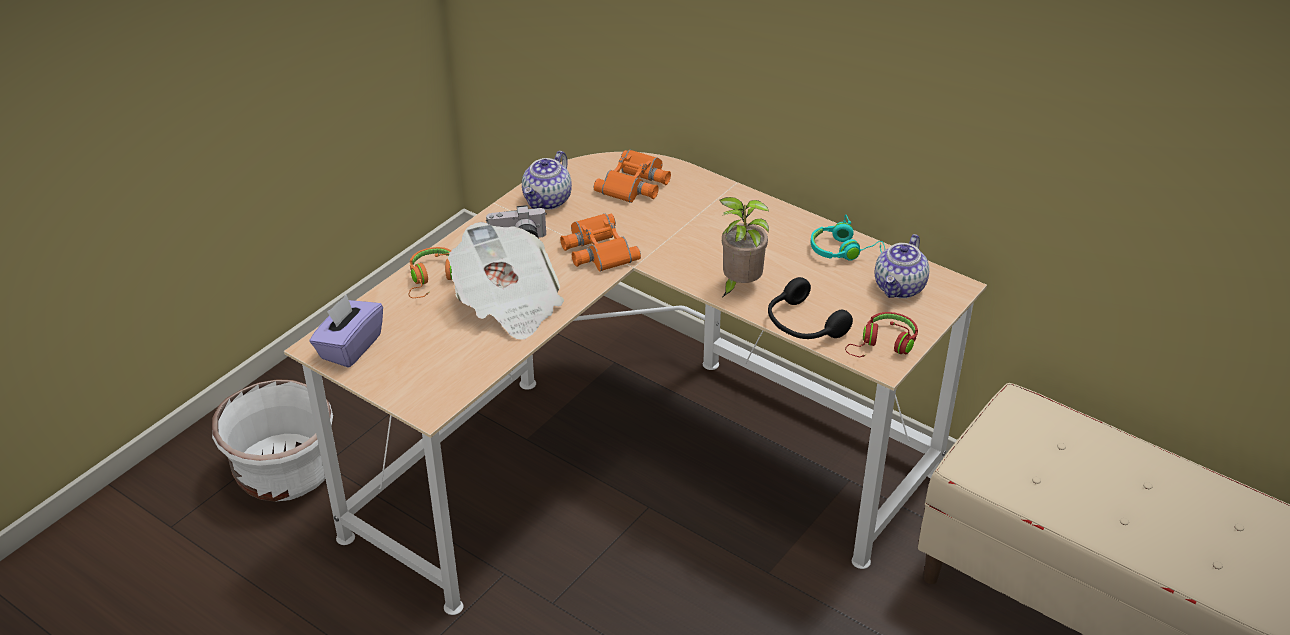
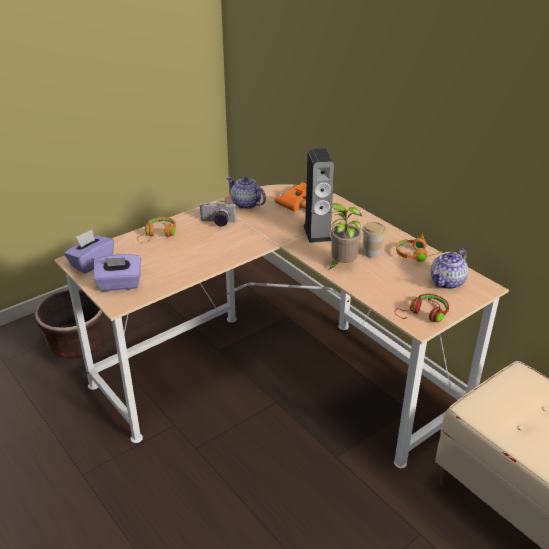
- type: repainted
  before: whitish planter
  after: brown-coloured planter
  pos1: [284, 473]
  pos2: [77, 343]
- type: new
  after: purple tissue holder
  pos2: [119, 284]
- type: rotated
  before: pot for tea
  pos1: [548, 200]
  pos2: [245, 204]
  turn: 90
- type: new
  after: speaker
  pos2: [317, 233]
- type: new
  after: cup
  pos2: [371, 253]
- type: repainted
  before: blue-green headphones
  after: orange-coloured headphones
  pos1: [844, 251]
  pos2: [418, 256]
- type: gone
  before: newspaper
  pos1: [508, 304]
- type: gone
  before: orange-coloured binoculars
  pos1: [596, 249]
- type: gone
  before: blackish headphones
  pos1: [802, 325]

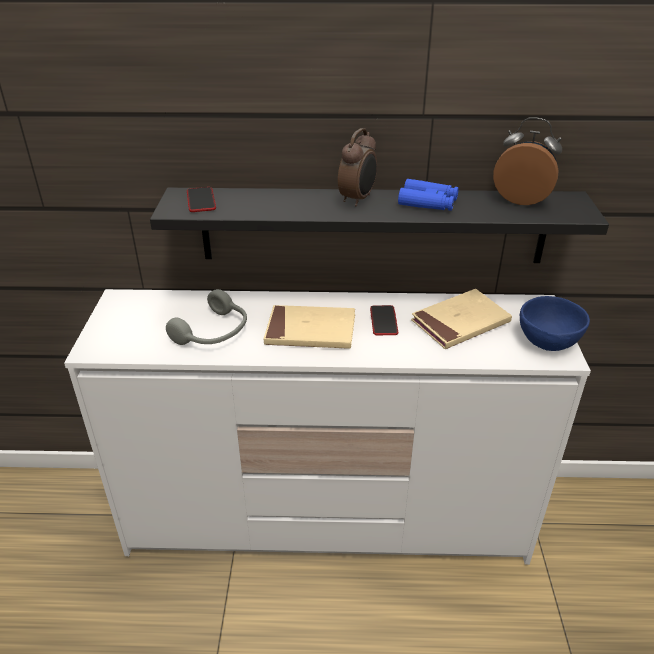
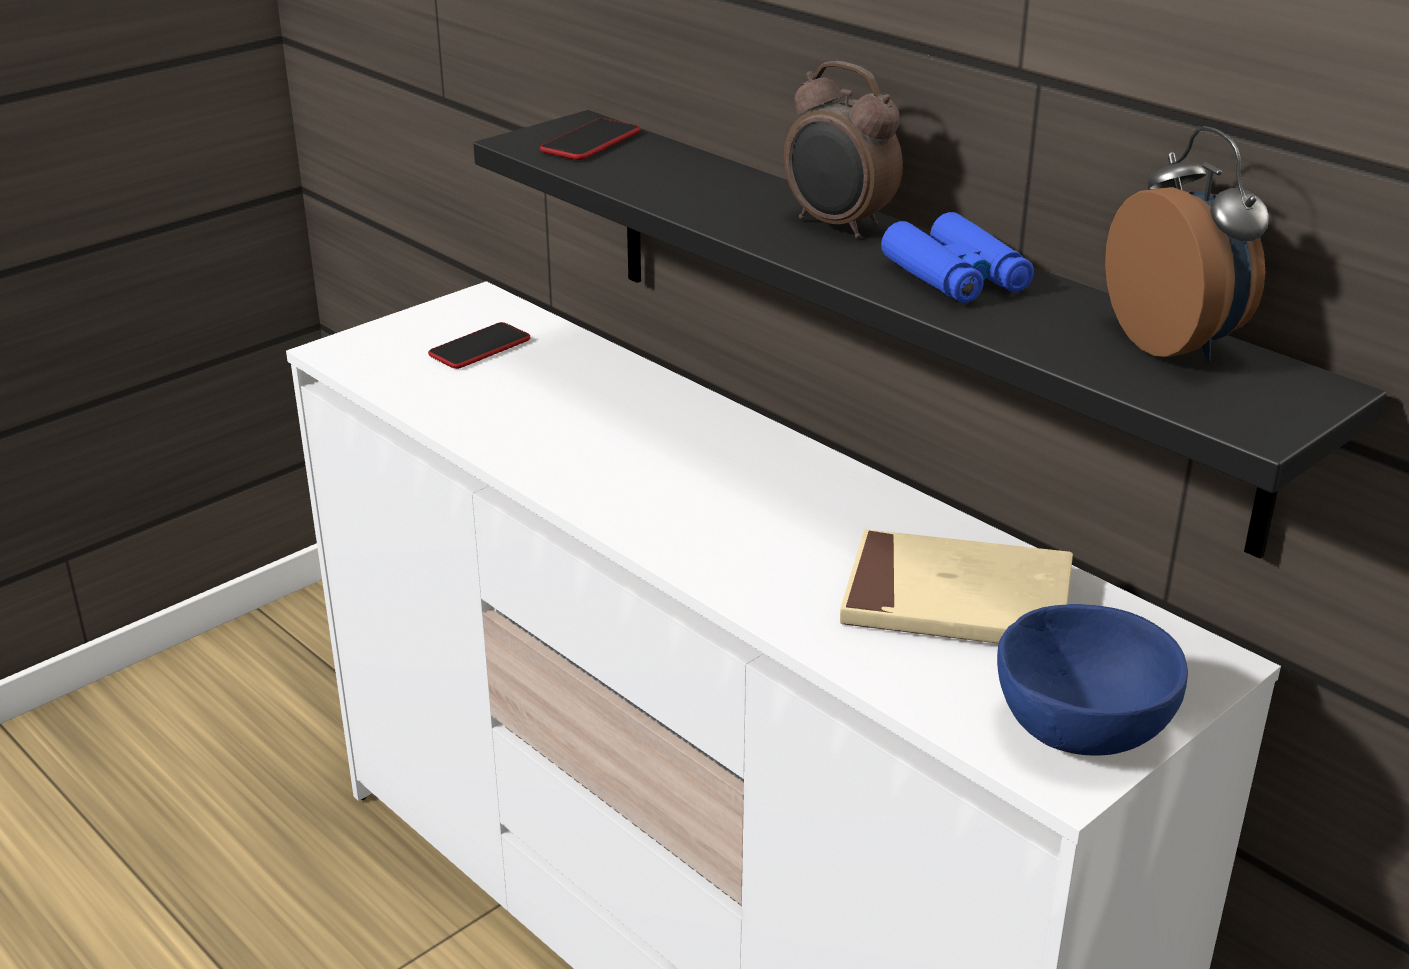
- type: shifted
  before: telephone
  pos1: [383, 321]
  pos2: [480, 348]
- type: rotated
  before: bedside clock
  pos1: [358, 199]
  pos2: [838, 226]
  turn: 60
- type: gone
  before: grey headphones
  pos1: [214, 333]
- type: gone
  before: beige volume
  pos1: [310, 331]

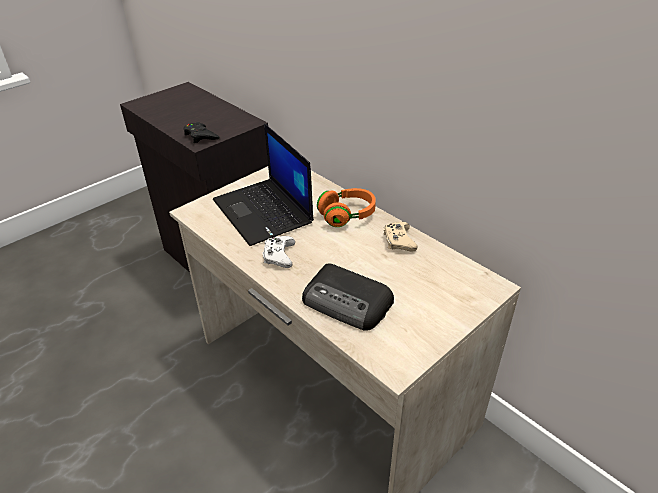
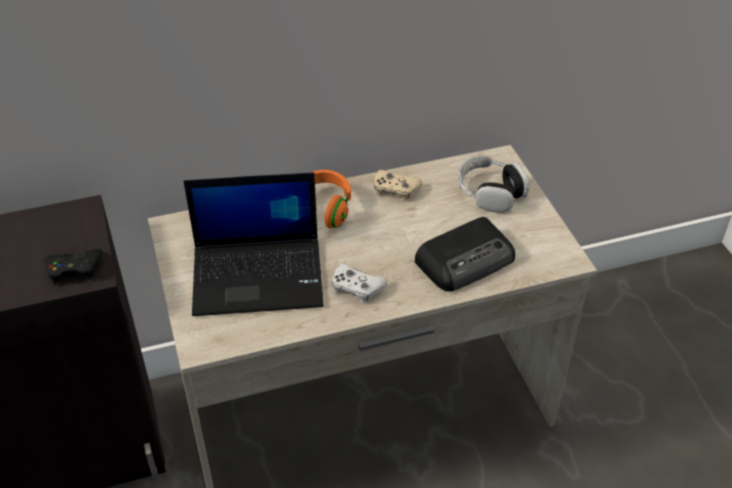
- type: new
  after: headphones
  pos2: [490, 192]

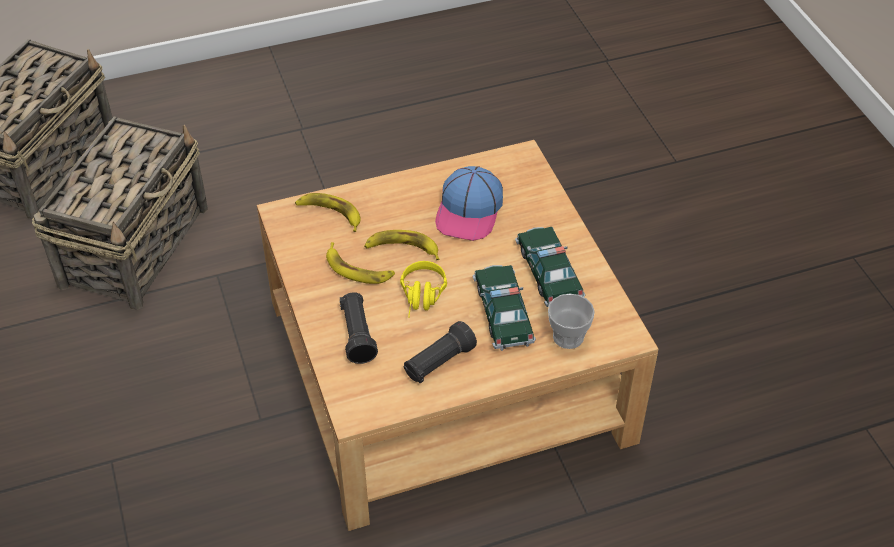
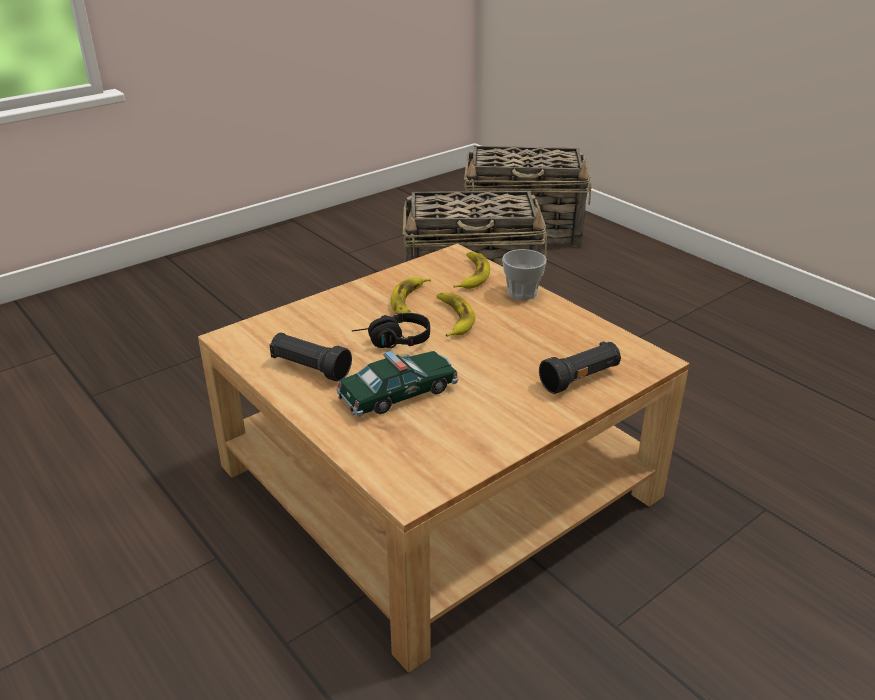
- type: repainted
  before: yellowish headphones
  after: blackish headphones
  pos1: [422, 298]
  pos2: [392, 342]
- type: shifted
  before: cup
  pos1: [568, 337]
  pos2: [522, 293]
- type: shifted
  before: blackish torch
  pos1: [357, 335]
  pos2: [580, 379]
- type: gone
  before: cap
  pos1: [469, 211]
- type: gone
  before: toy car
  pos1: [548, 273]

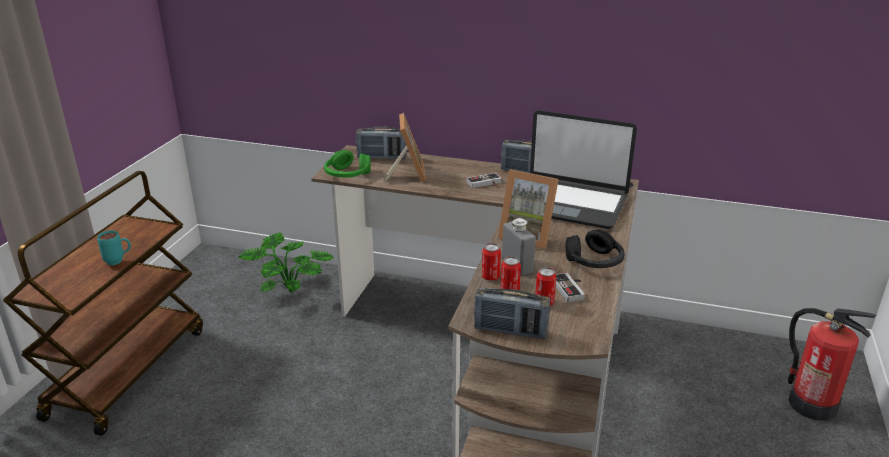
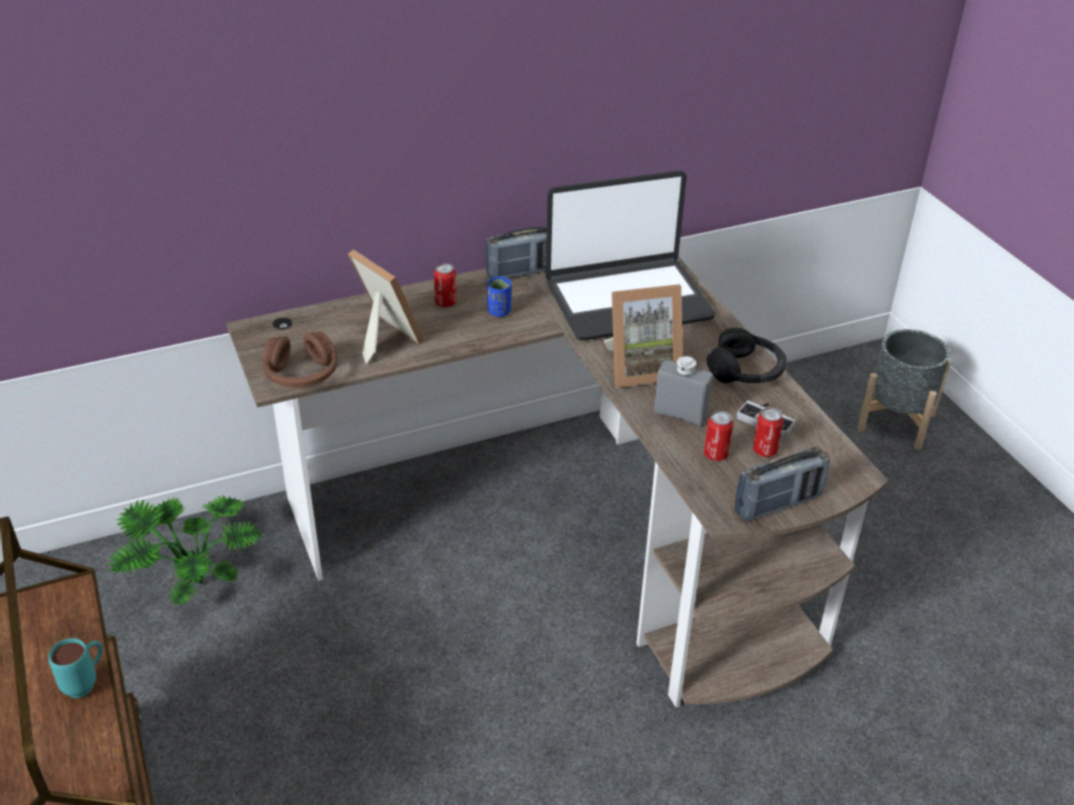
- type: repainted
  before: green-coloured headphones
  after: brown-coloured headphones
  pos1: [347, 175]
  pos2: [302, 374]
- type: shifted
  before: sealed can
  pos1: [490, 277]
  pos2: [446, 303]
- type: swapped
  before: joypad
  after: blue cup
  pos1: [485, 184]
  pos2: [499, 311]
- type: swapped
  before: fire-fighting cylinder
  after: grey planter
  pos1: [811, 404]
  pos2: [896, 421]
- type: gone
  before: radio set
  pos1: [382, 157]

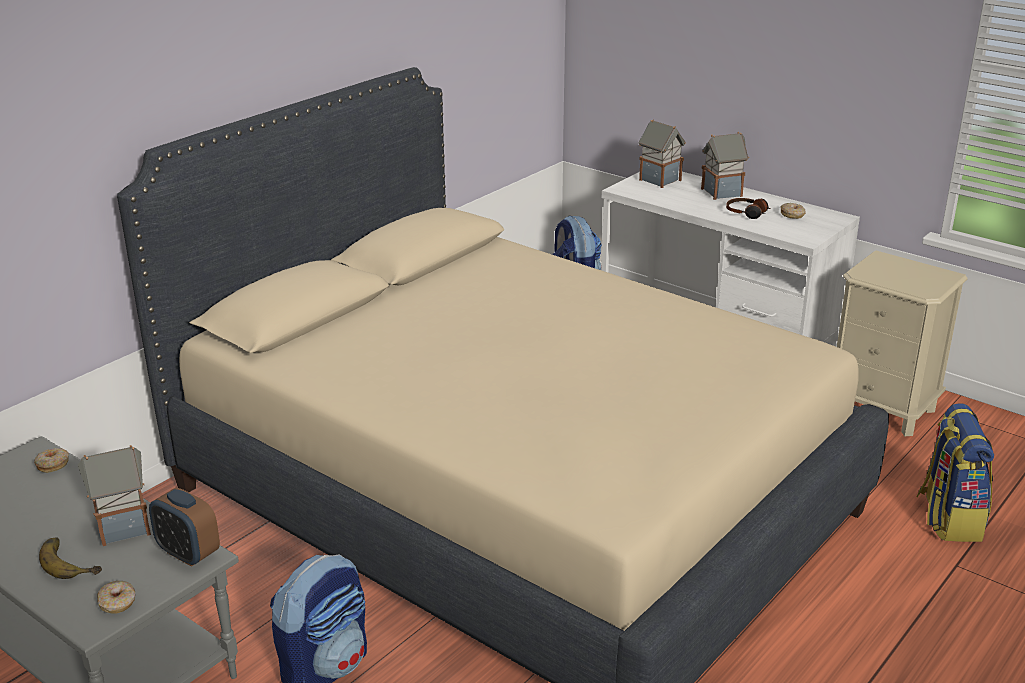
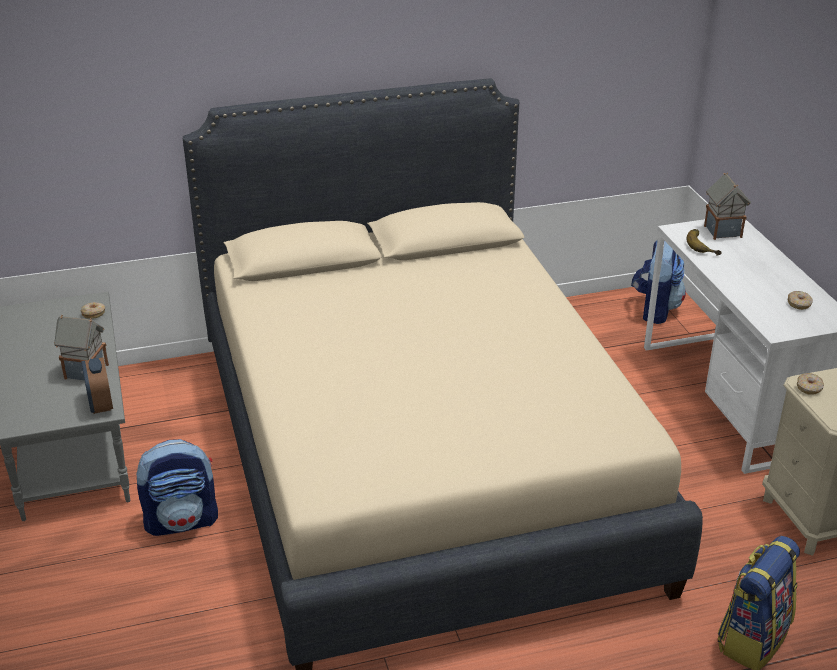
- type: shifted
  before: banana
  pos1: [72, 560]
  pos2: [704, 245]
- type: shifted
  before: doughnut
  pos1: [117, 603]
  pos2: [809, 388]
- type: gone
  before: toy house
  pos1: [722, 192]
- type: gone
  before: headphones
  pos1: [747, 213]

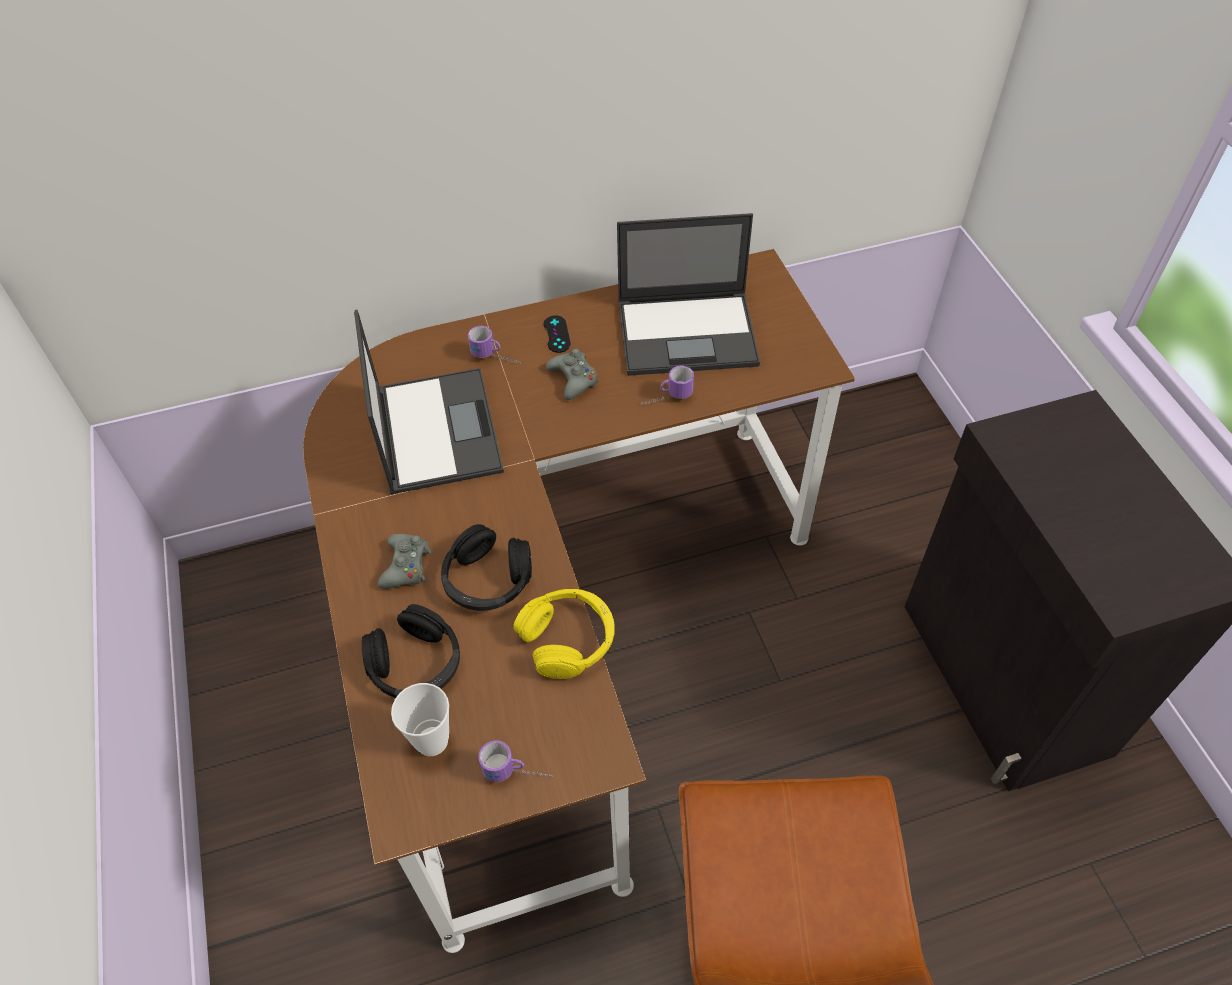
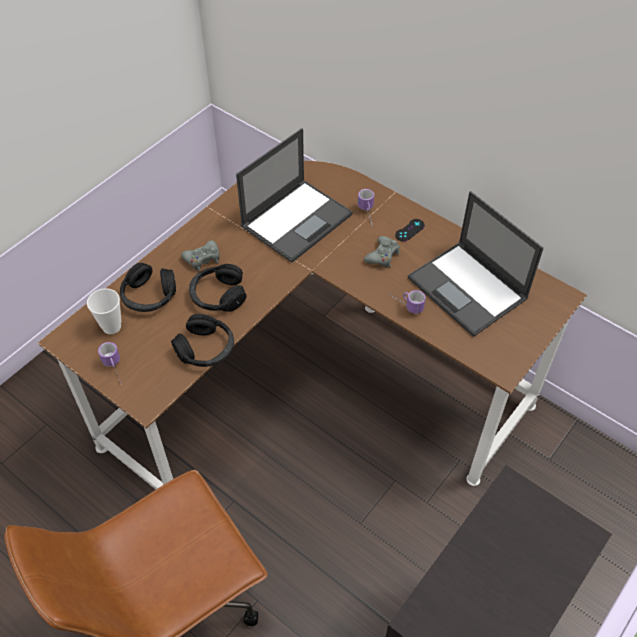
- type: repainted
  before: yellowish headphones
  after: blackish headphones
  pos1: [568, 639]
  pos2: [206, 349]

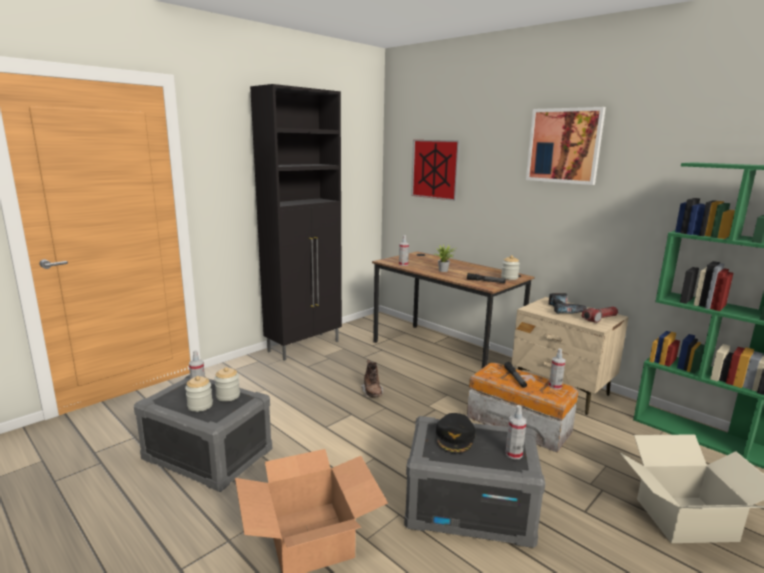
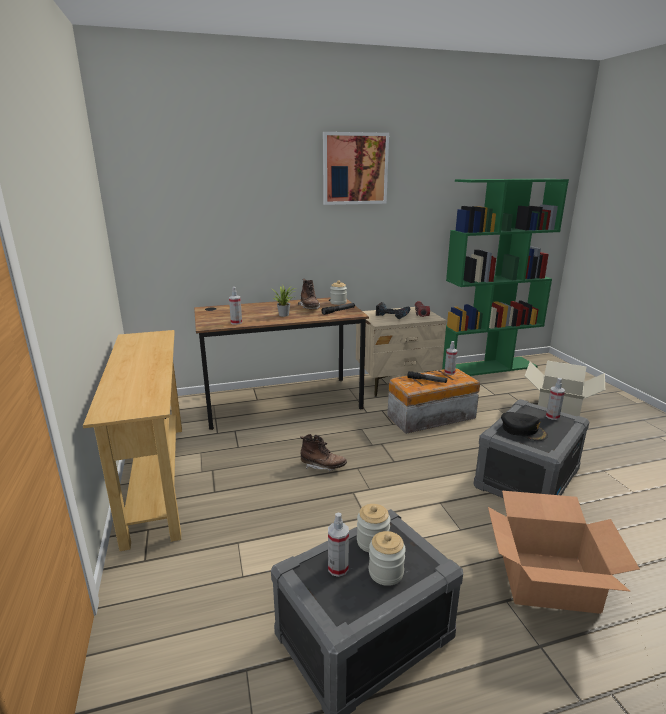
- type: swapped
  before: blackish cabinet
  after: beige narrow table
  pos1: [305, 346]
  pos2: [155, 478]
- type: new
  after: brown-coloured high-top boot
  pos2: [309, 308]
- type: gone
  before: wall picture
  pos1: [435, 169]

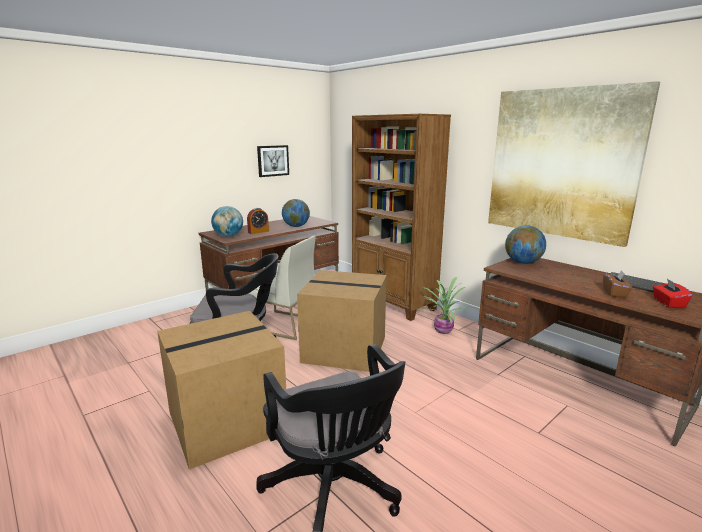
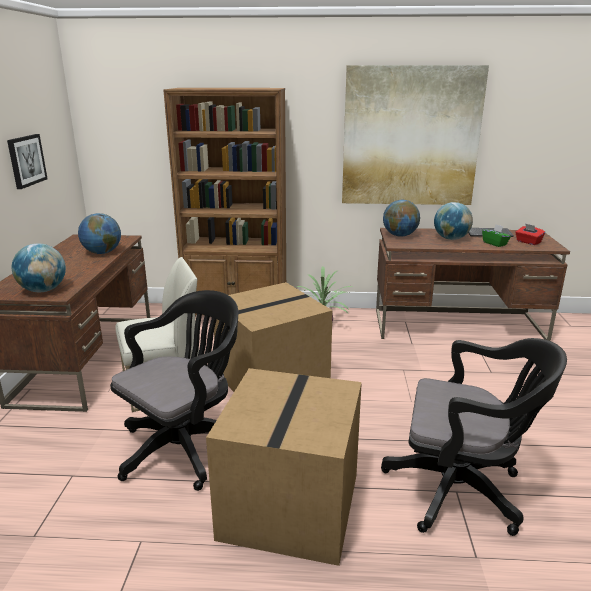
- type: new
  after: world globe
  pos2: [451, 239]
- type: repainted
  before: brown-coloured tissue holder
  after: green-coloured tissue holder
  pos1: [615, 293]
  pos2: [495, 243]
- type: gone
  before: bedside clock
  pos1: [258, 232]

